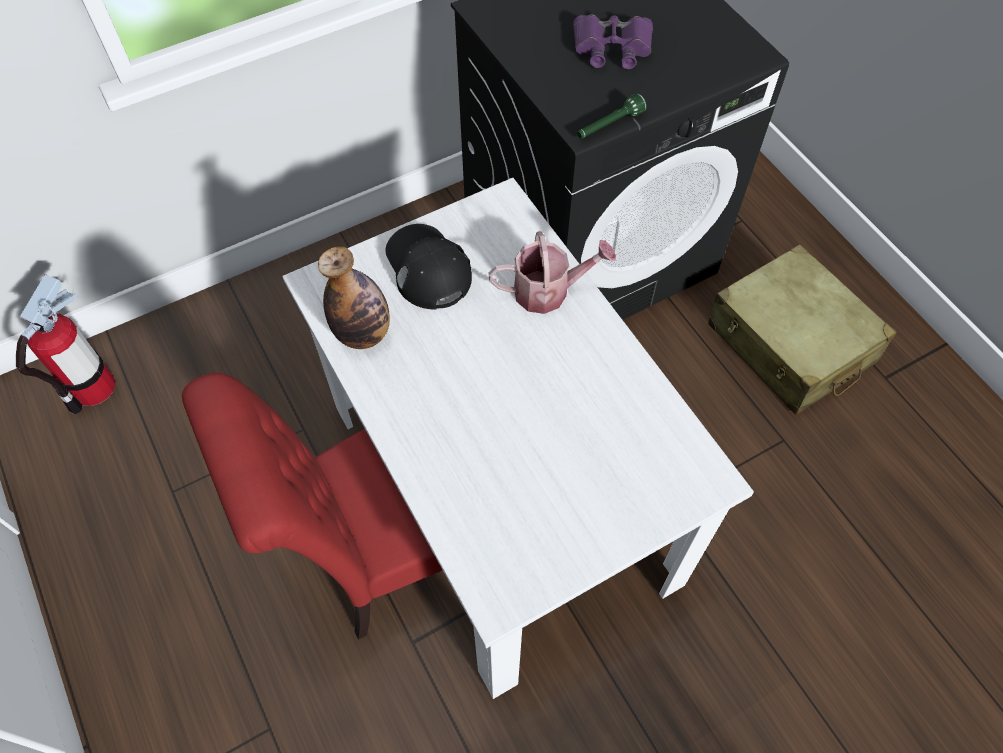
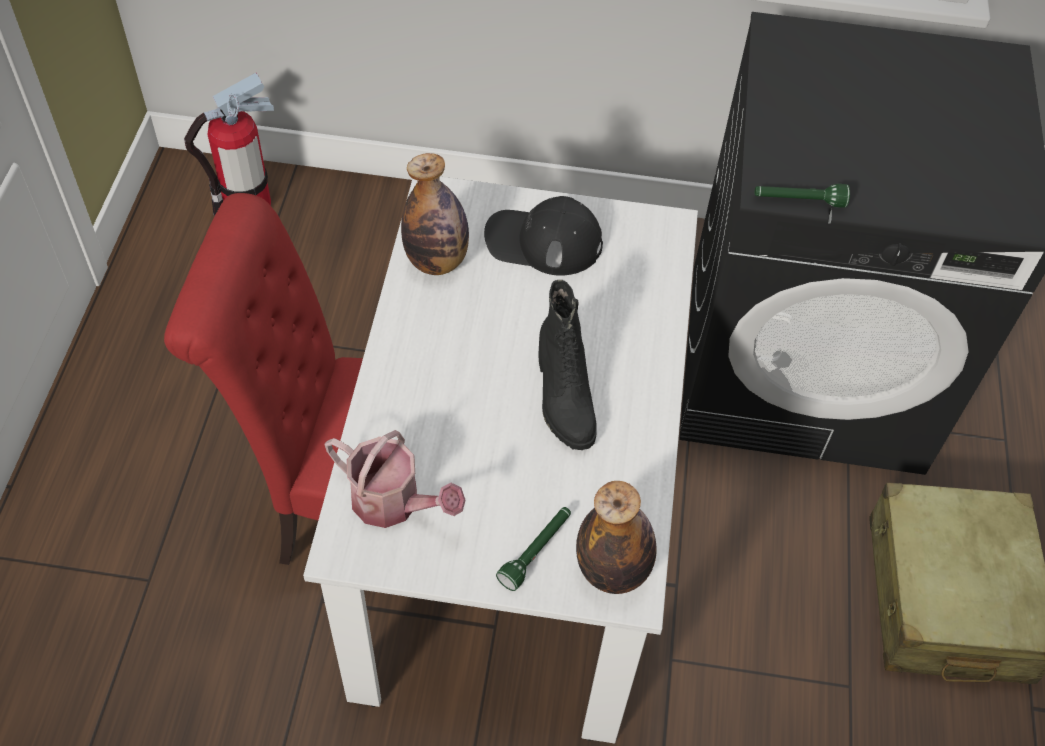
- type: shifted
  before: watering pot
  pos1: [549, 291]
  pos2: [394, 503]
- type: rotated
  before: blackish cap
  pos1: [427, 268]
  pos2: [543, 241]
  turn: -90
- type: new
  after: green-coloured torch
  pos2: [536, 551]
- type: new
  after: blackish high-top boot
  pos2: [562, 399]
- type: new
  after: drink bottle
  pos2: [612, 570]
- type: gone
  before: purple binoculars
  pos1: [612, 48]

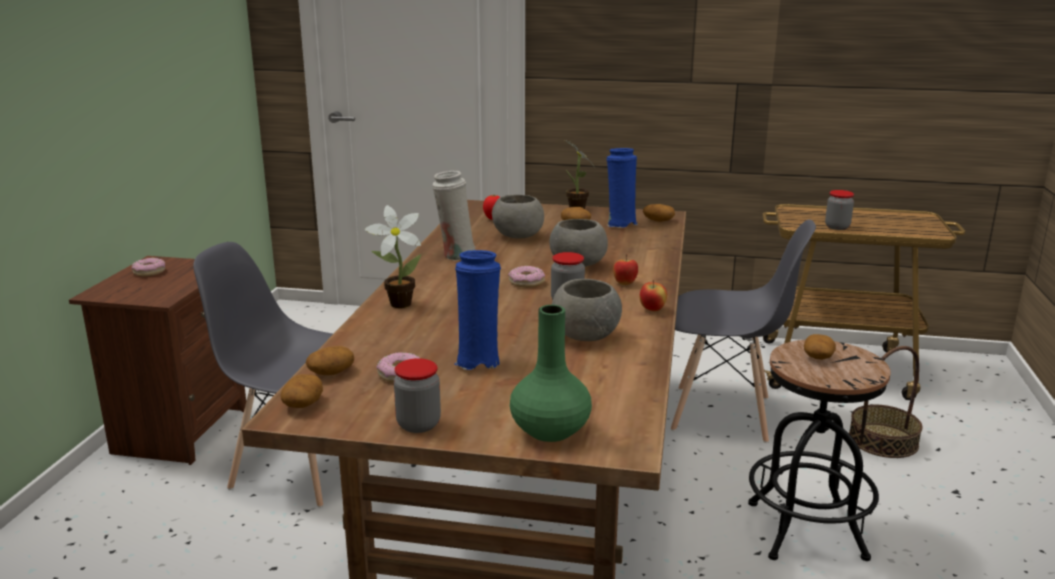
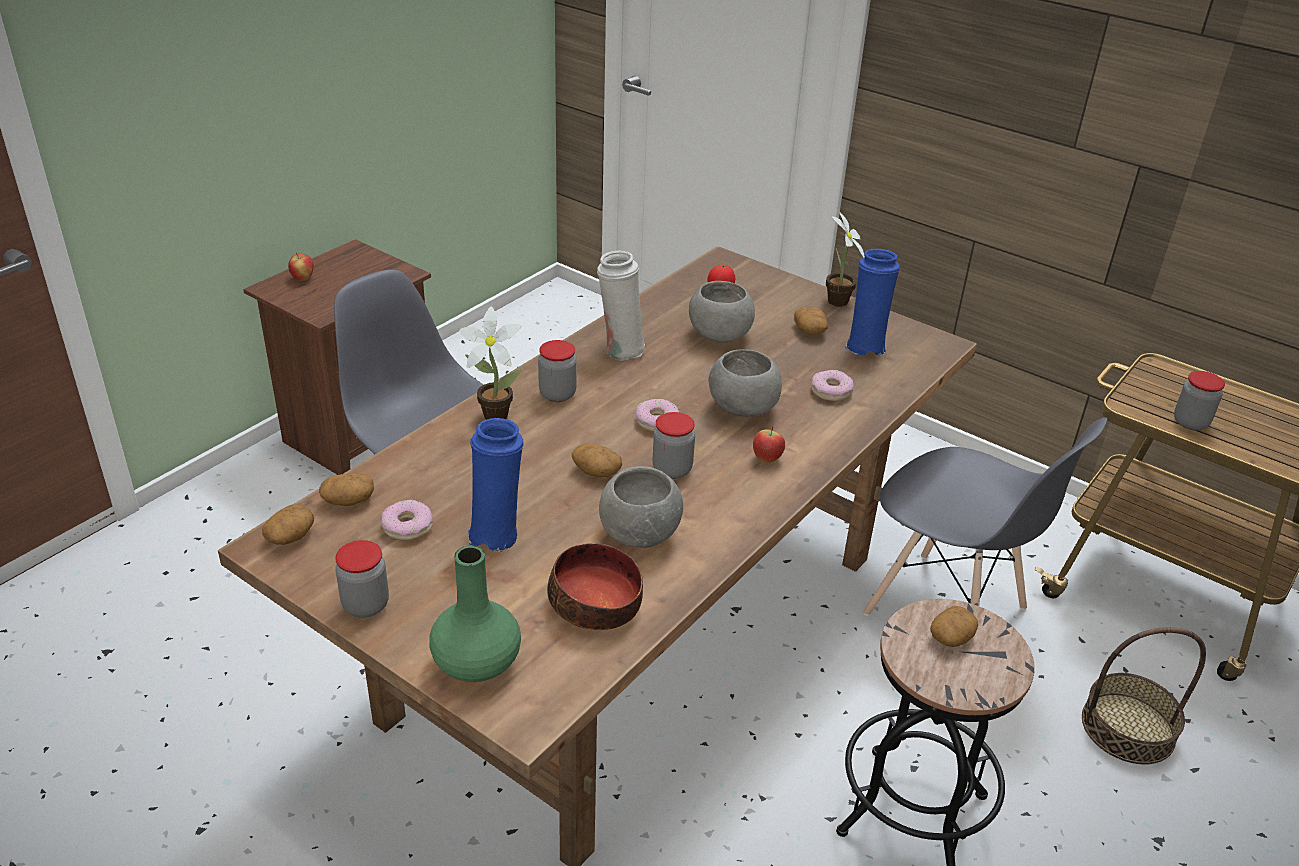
- type: shifted
  before: apple
  pos1: [652, 310]
  pos2: [303, 278]
- type: new
  after: jar
  pos2: [557, 394]
- type: new
  after: bowl
  pos2: [596, 603]
- type: shifted
  before: potato
  pos1: [658, 221]
  pos2: [596, 471]
- type: shifted
  before: doughnut
  pos1: [149, 272]
  pos2: [830, 391]

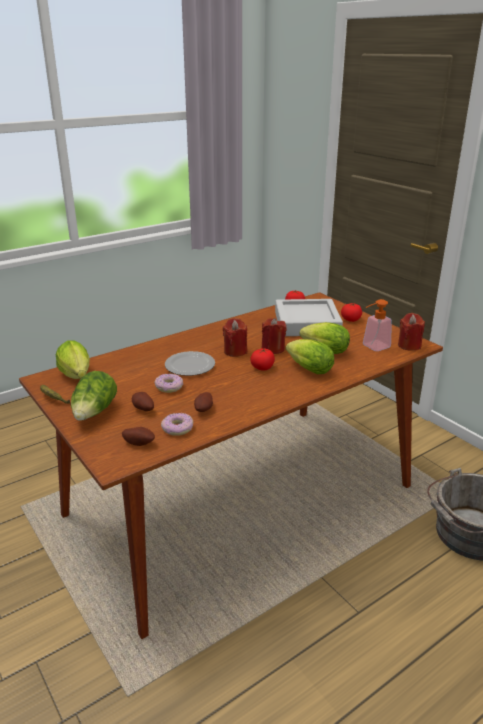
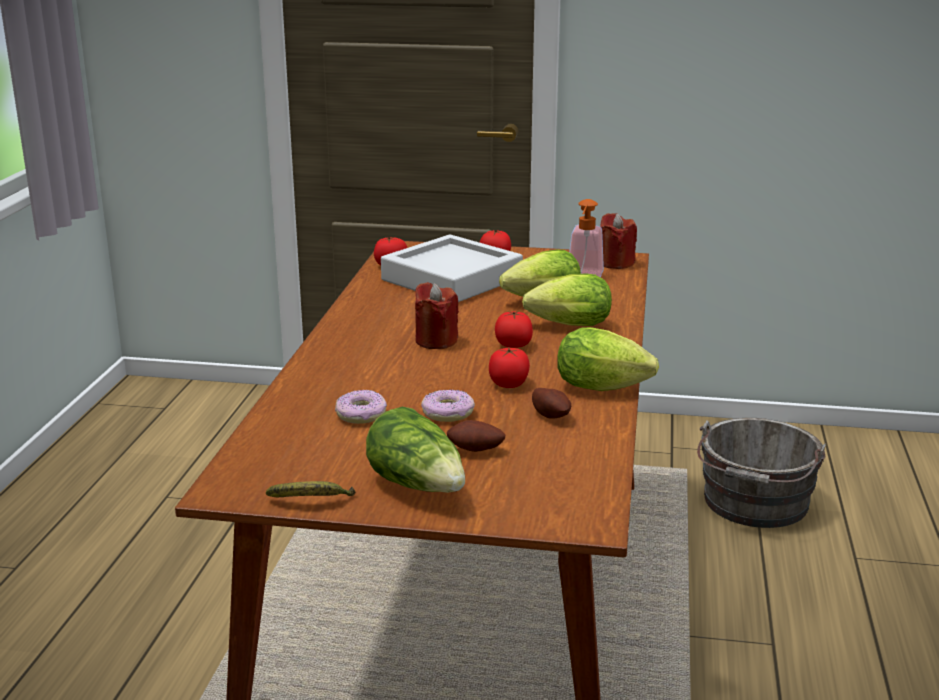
- type: shifted
  before: doughnut
  pos1: [178, 428]
  pos2: [361, 414]
- type: new
  after: fresh tomato
  pos2: [508, 384]
- type: shifted
  before: lettuce
  pos1: [77, 377]
  pos2: [607, 388]
- type: gone
  before: potato
  pos1: [139, 443]
- type: gone
  before: plate
  pos1: [190, 366]
- type: gone
  before: red-coloured candle
  pos1: [273, 349]

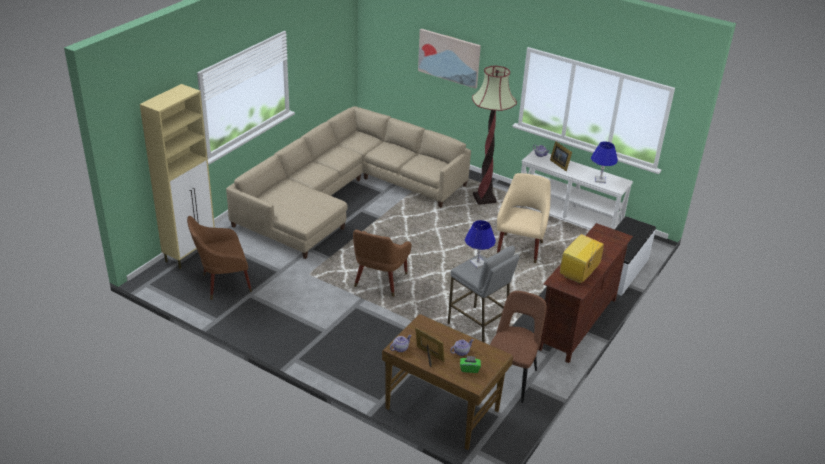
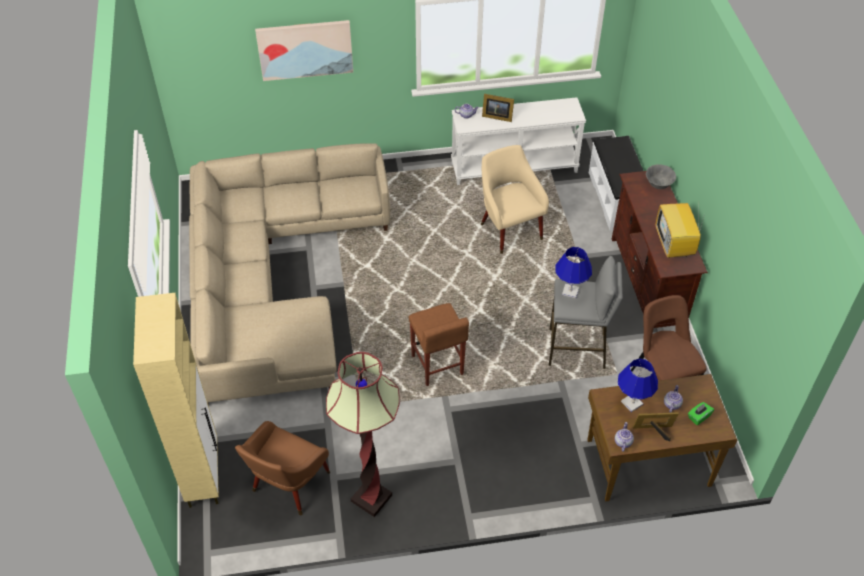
- type: shifted
  before: standing lamp
  pos1: [484, 199]
  pos2: [371, 498]
- type: swapped
  before: brown-coloured armchair
  after: brown-coloured stool seat
  pos1: [379, 283]
  pos2: [437, 365]
- type: shifted
  before: blue lamp for a table
  pos1: [600, 180]
  pos2: [632, 403]
- type: new
  after: grey bowl
  pos2: [658, 185]

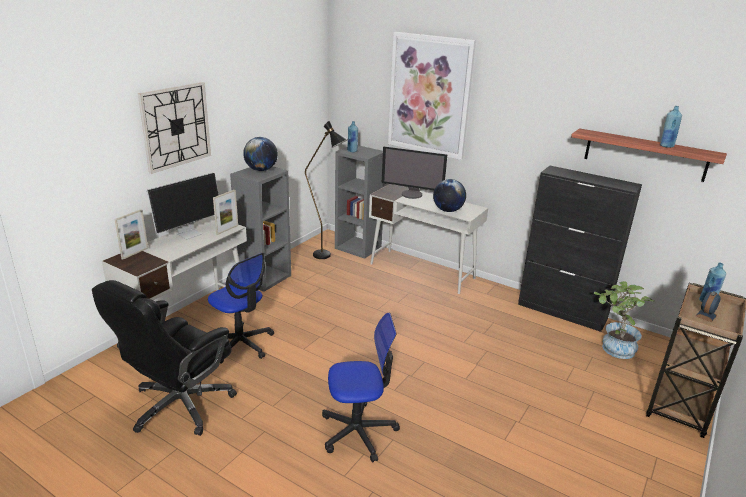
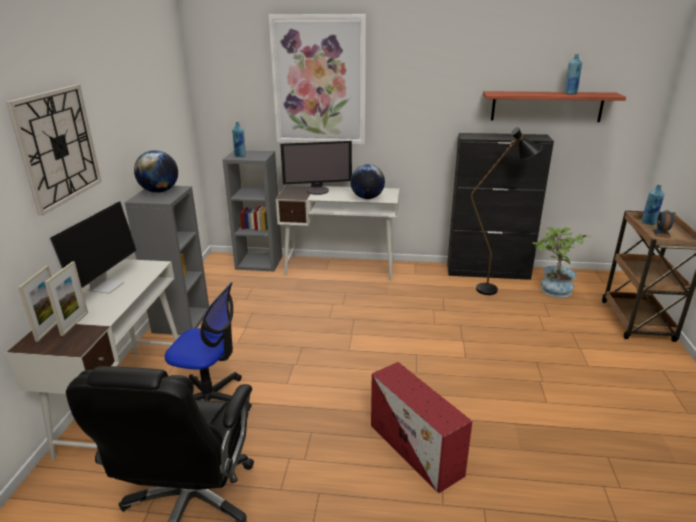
- type: shifted
  before: standing frame
  pos1: [227, 230]
  pos2: [74, 323]
- type: swapped
  before: office chair
  after: red-coloured storage container
  pos1: [358, 432]
  pos2: [416, 450]
- type: shifted
  before: blackish standing lamp
  pos1: [327, 257]
  pos2: [494, 290]

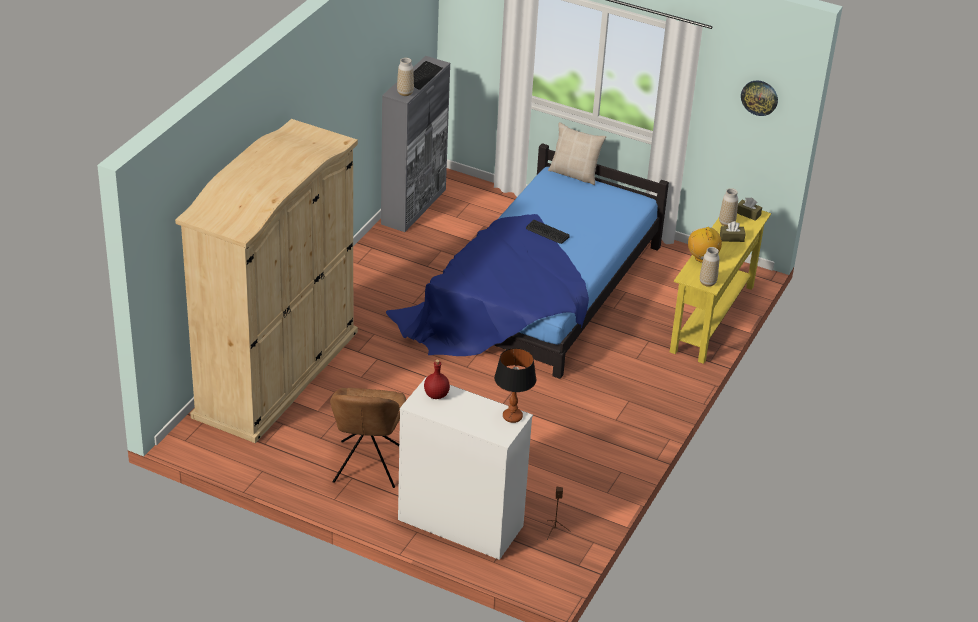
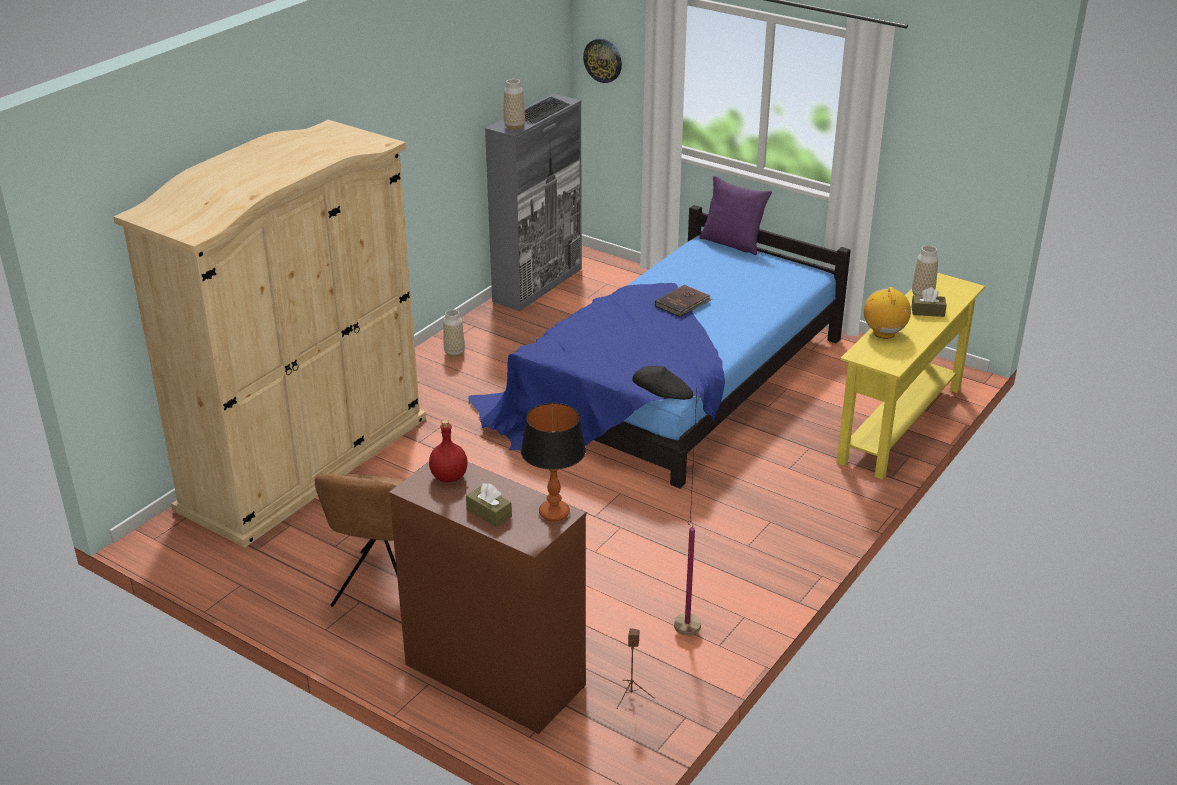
- type: repainted
  before: whitish drawer chest
  after: brown-coloured drawer chest
  pos1: [460, 523]
  pos2: [495, 675]
- type: shifted
  before: flower vase
  pos1: [707, 282]
  pos2: [454, 353]
- type: shifted
  before: brown-coloured tissue holder
  pos1: [748, 214]
  pos2: [489, 513]
- type: shifted
  before: hanging clock
  pos1: [759, 97]
  pos2: [603, 60]
- type: new
  after: blackish standing lamp
  pos2: [664, 628]
- type: swapped
  before: computer keyboard
  after: brown-coloured volume
  pos1: [547, 232]
  pos2: [683, 303]
- type: repainted
  before: beige throw pillow
  after: purple throw pillow
  pos1: [574, 174]
  pos2: [732, 243]

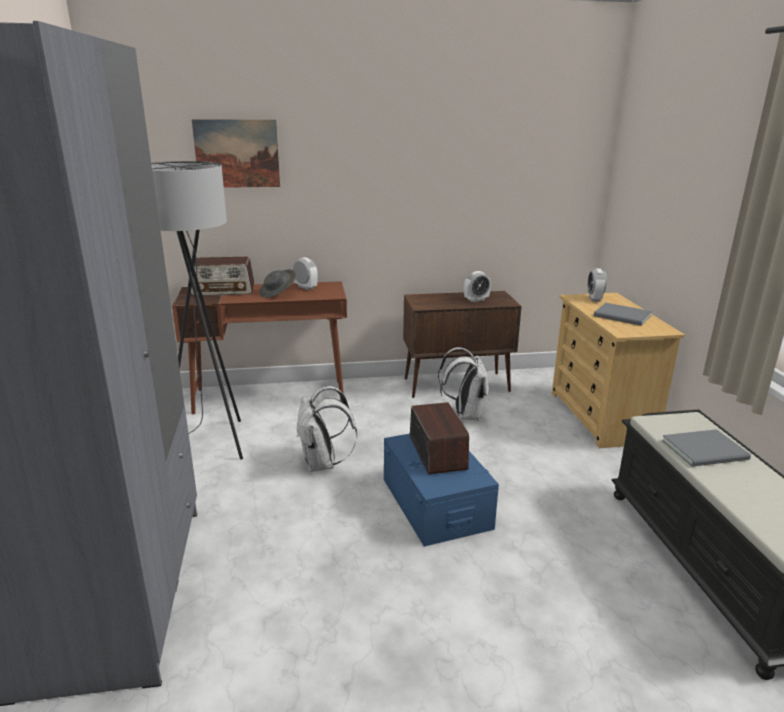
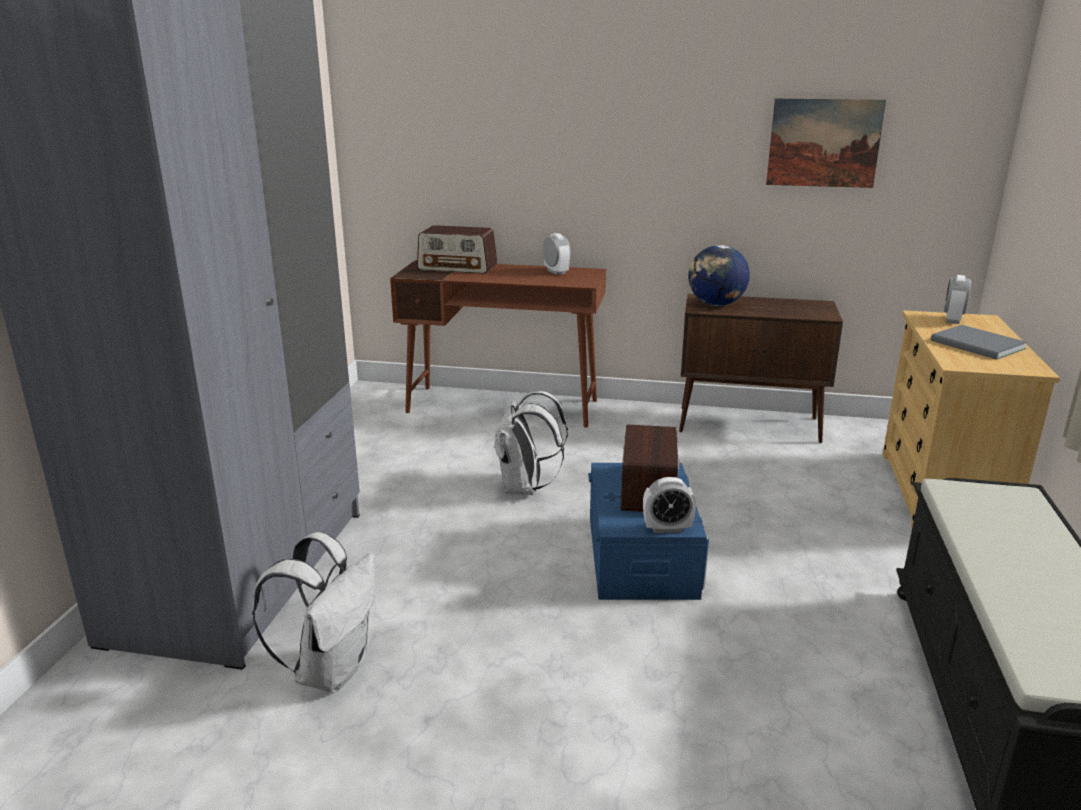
- type: shifted
  before: whitish backpack
  pos1: [465, 415]
  pos2: [331, 669]
- type: shifted
  before: bedside clock
  pos1: [476, 300]
  pos2: [667, 528]
- type: new
  after: world globe
  pos2: [716, 304]
- type: shifted
  before: wall picture
  pos1: [237, 153]
  pos2: [824, 143]
- type: gone
  before: grey standing lamp
  pos1: [209, 443]
- type: gone
  before: grey clothing hat
  pos1: [278, 293]
- type: gone
  before: grey volume
  pos1: [707, 451]

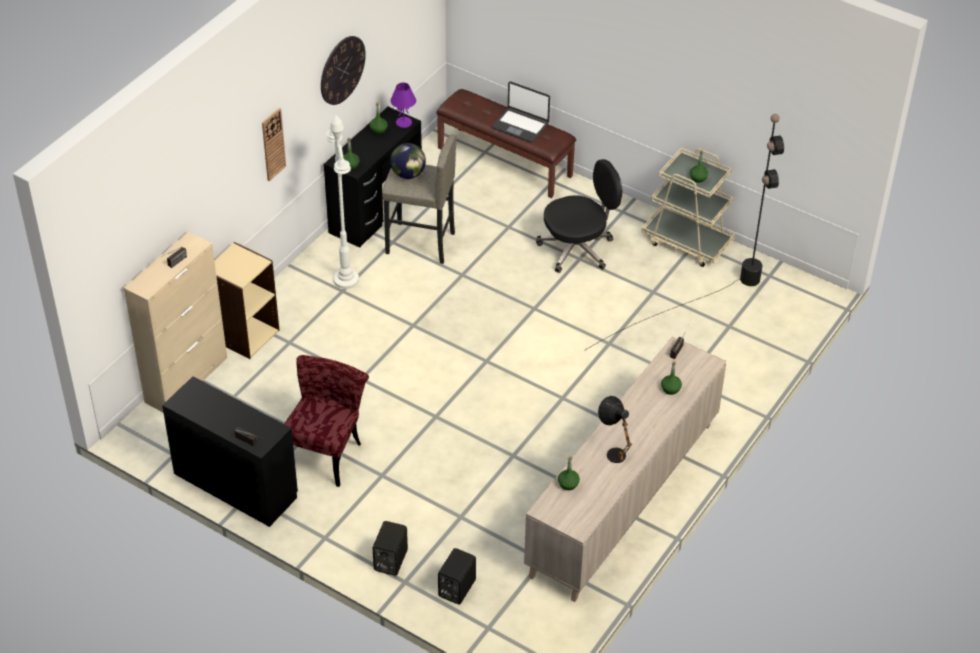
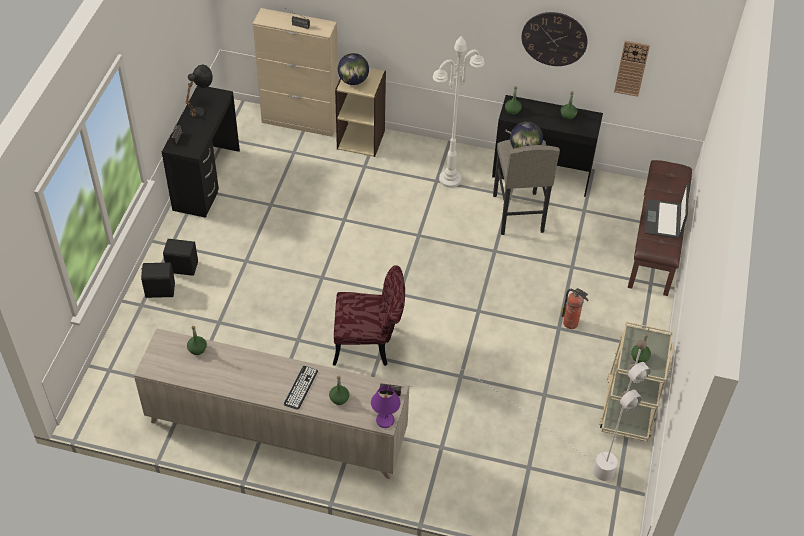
- type: shifted
  before: blackish speaker
  pos1: [455, 589]
  pos2: [182, 267]
- type: shifted
  before: blackish lamp for a table
  pos1: [612, 450]
  pos2: [202, 110]
- type: new
  after: computer keyboard
  pos2: [301, 387]
- type: shifted
  before: red-coloured plain chair
  pos1: [326, 450]
  pos2: [369, 343]
- type: new
  after: world globe
  pos2: [353, 81]
- type: shifted
  before: purple lamp for a table
  pos1: [404, 123]
  pos2: [385, 420]
- type: repainted
  before: blackish standing lamp
  after: whitish standing lamp
  pos1: [703, 297]
  pos2: [557, 437]
- type: swapped
  before: blackish office chair
  after: fire-fighting cylinder
  pos1: [577, 248]
  pos2: [571, 323]
- type: shifted
  before: hanging clock
  pos1: [273, 144]
  pos2: [631, 68]

